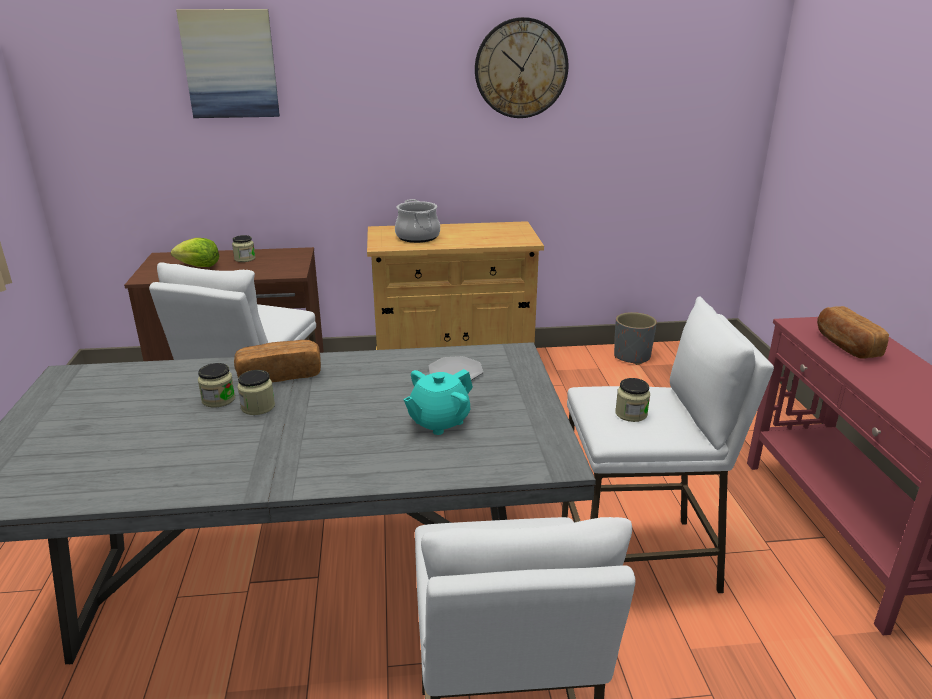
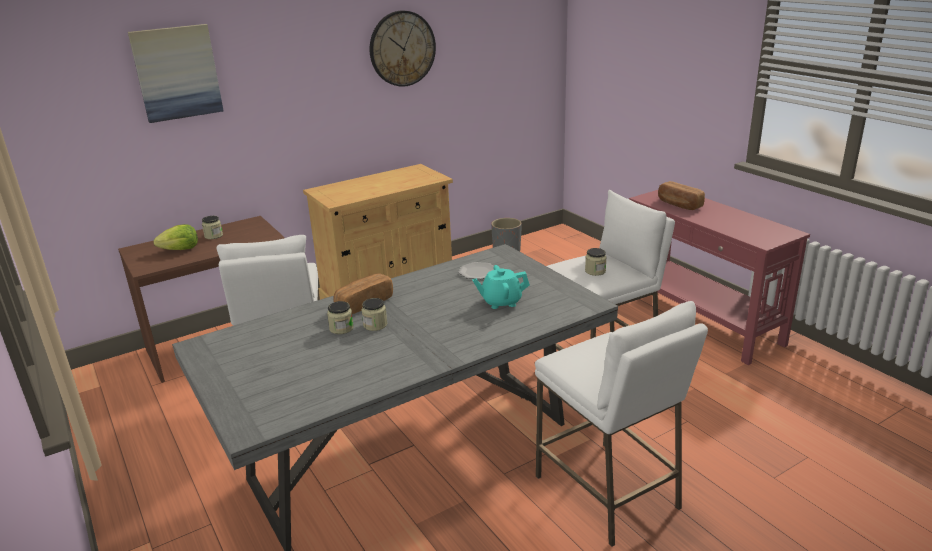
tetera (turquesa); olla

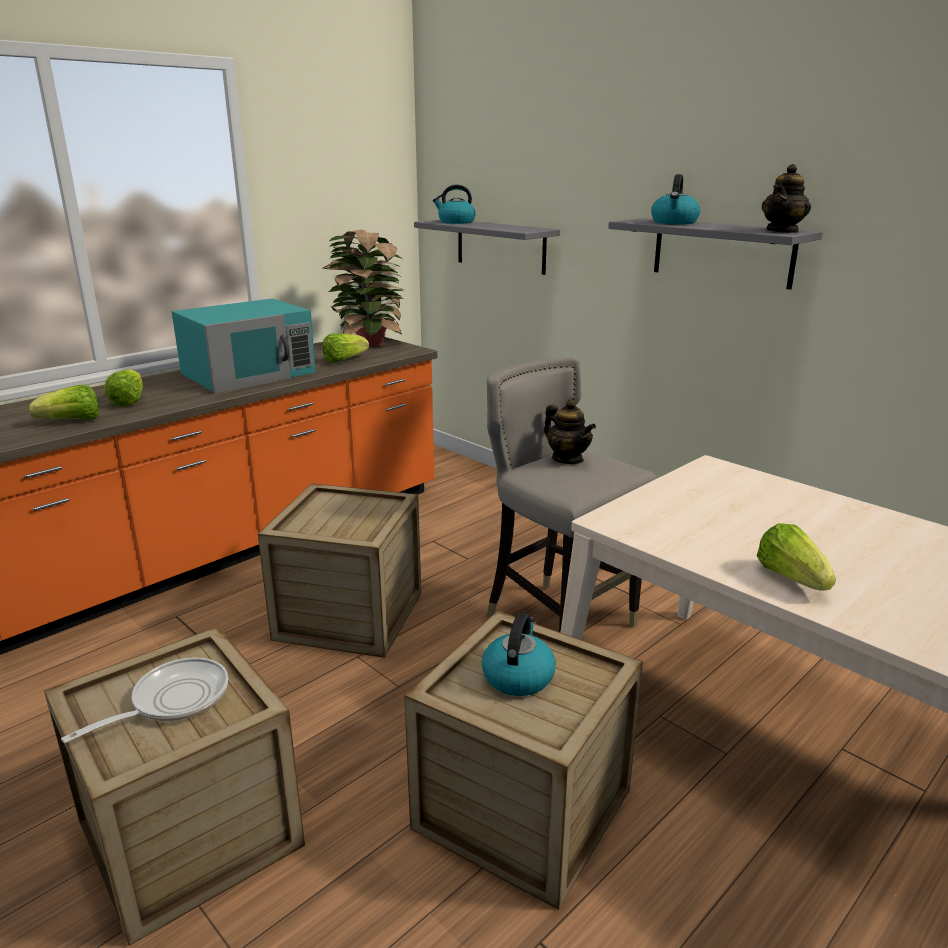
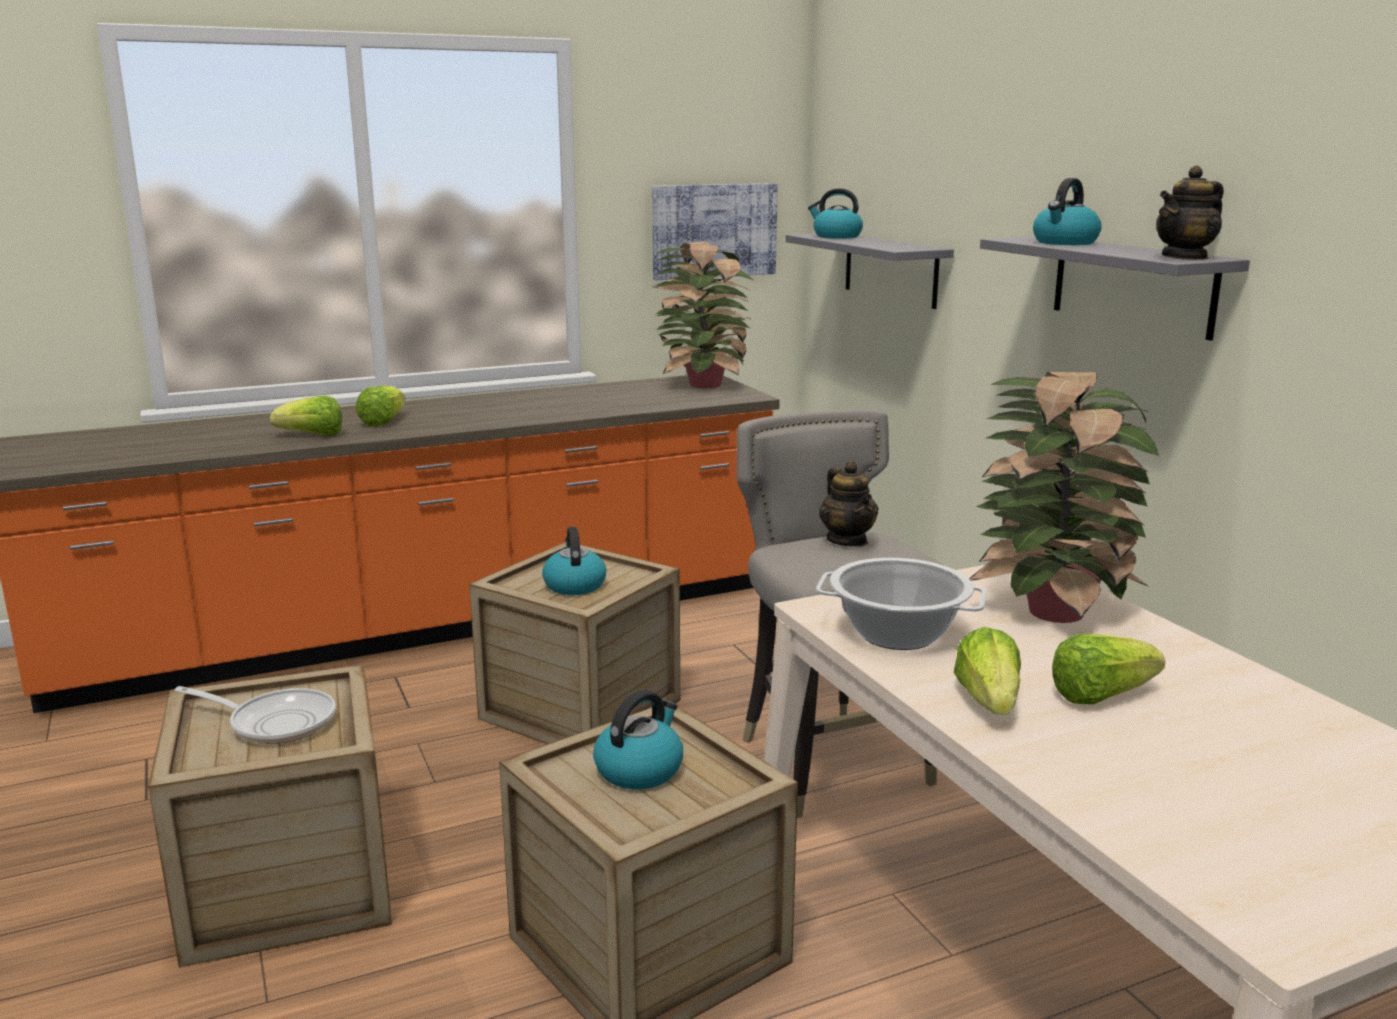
sartén; hervidor (1st from left); cuadro; olla; planta en maceta (2nd from left); lechuga (4th from left); microondas (turquesa)

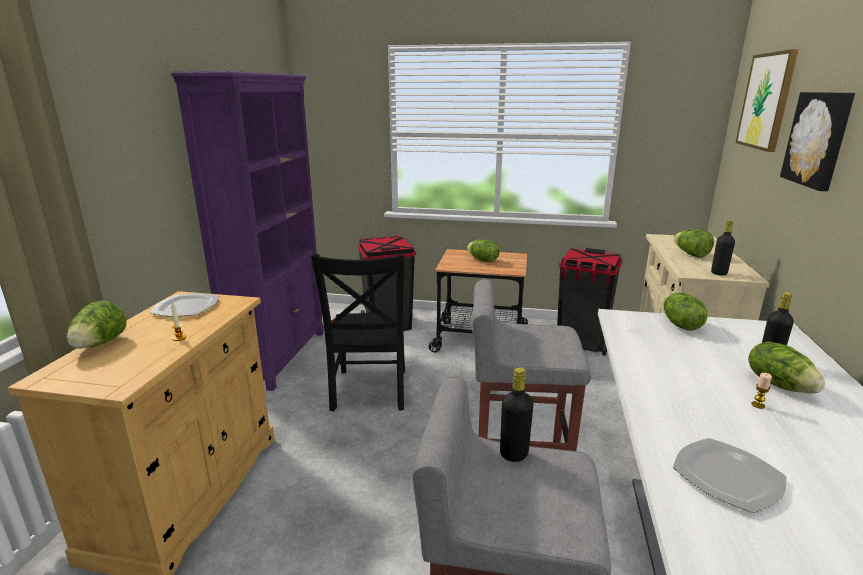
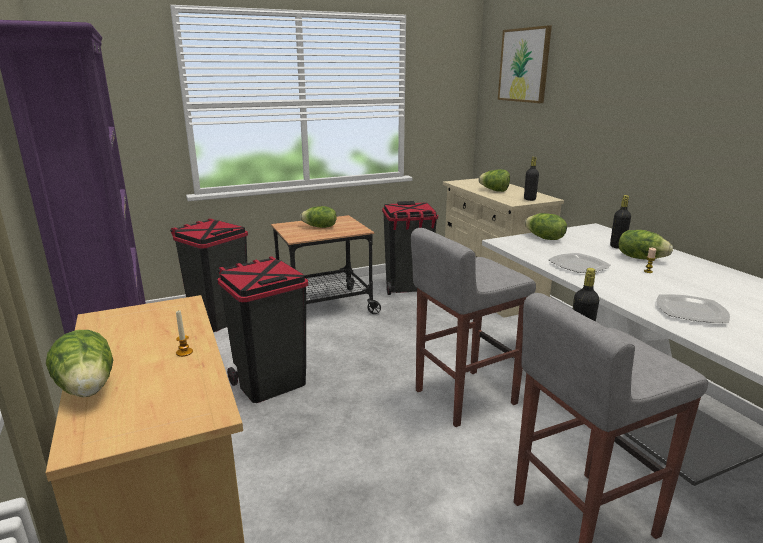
papelera (negro) (2nd from left); plato (1st from left); cuadro (2nd from left in the first image)

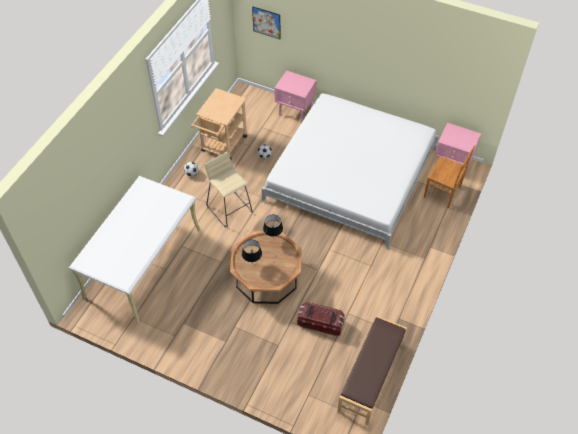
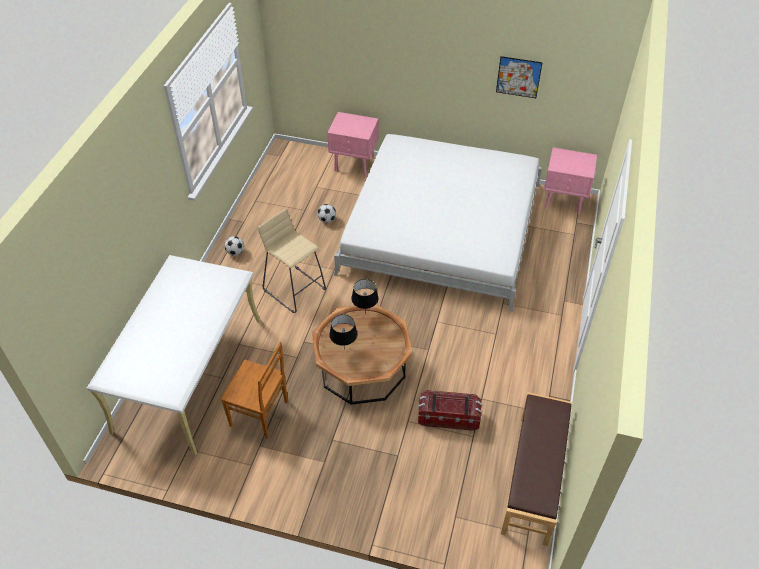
silla (marrón); cuadro; carrito (beis)

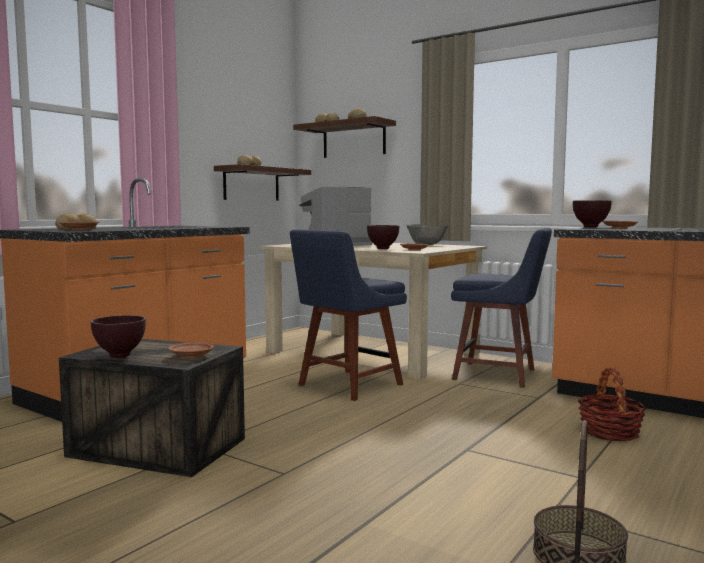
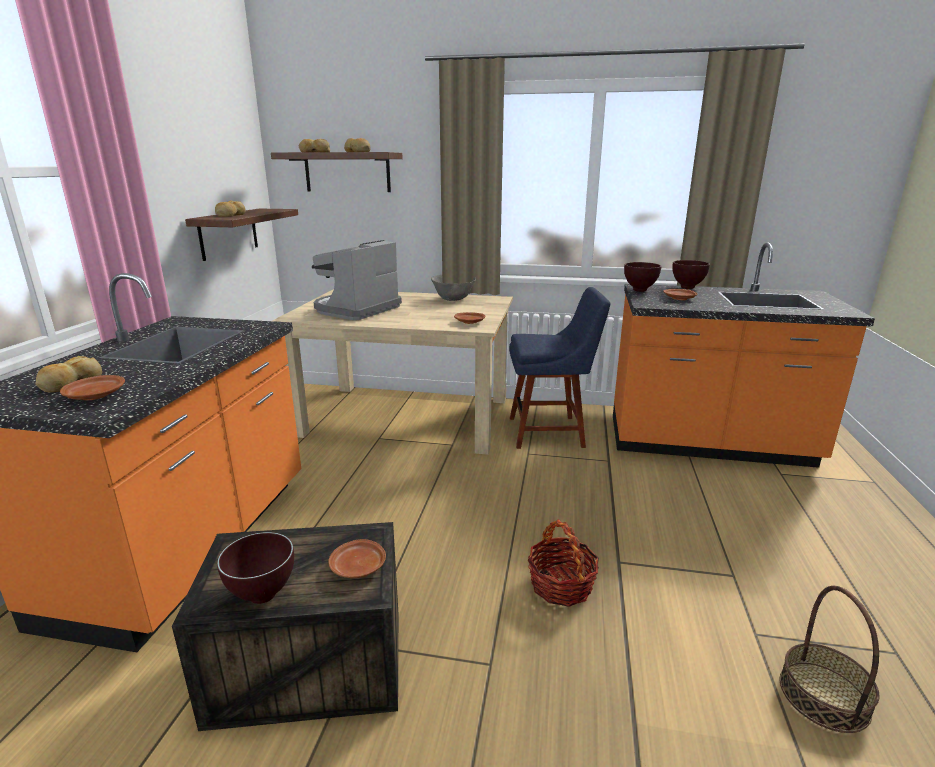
cesta (1st from left); cuenco (marrón) (3rd from left); silla (azul) (1st from left in the first image)

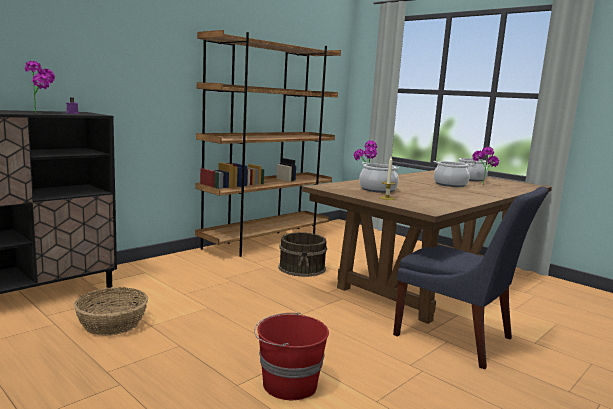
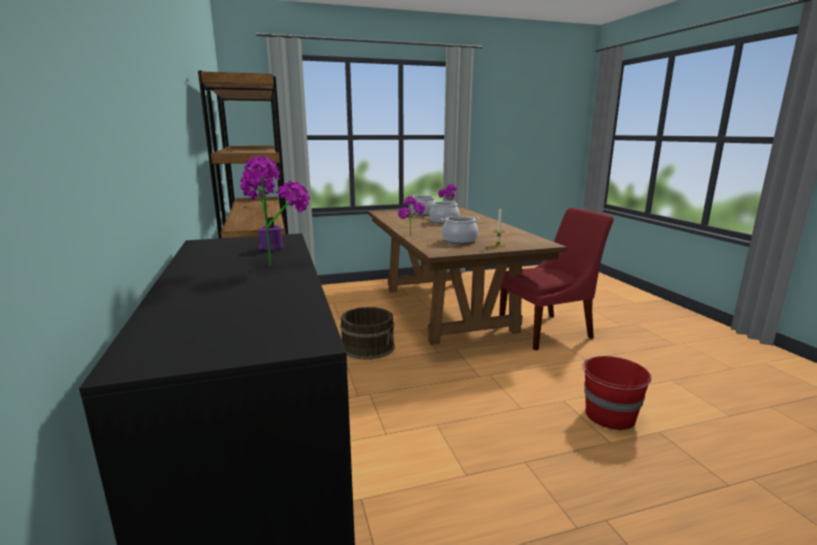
silla (rojo); cesta

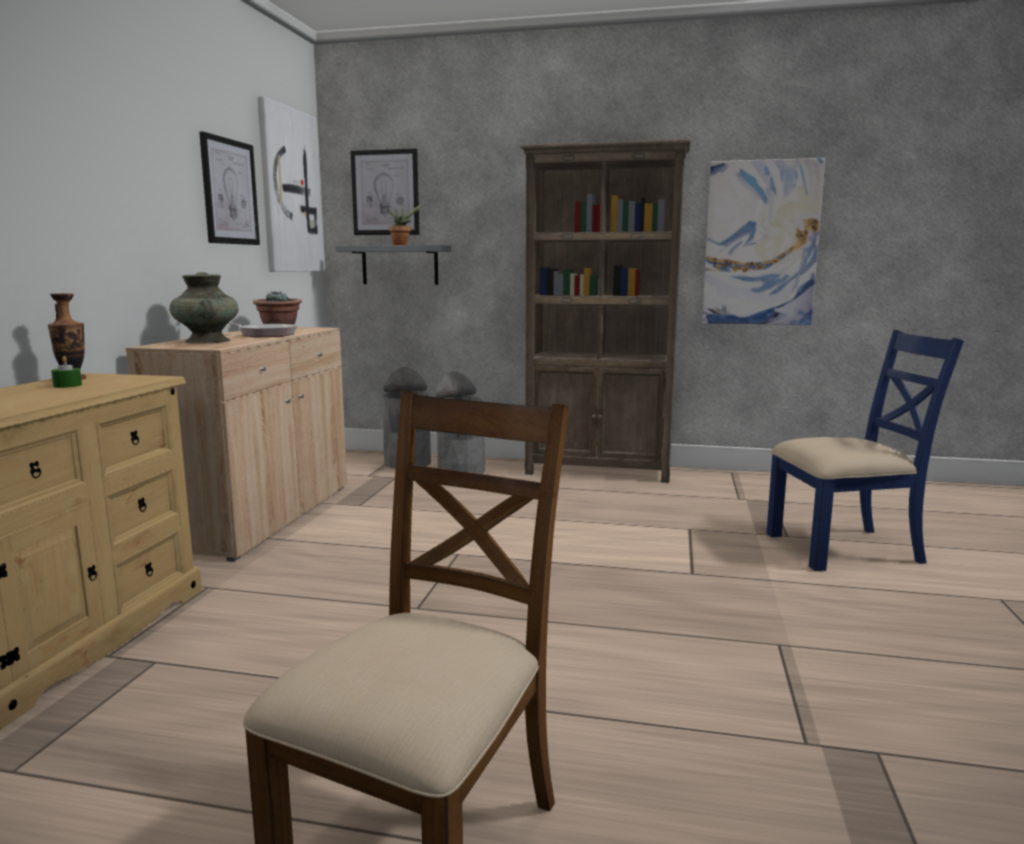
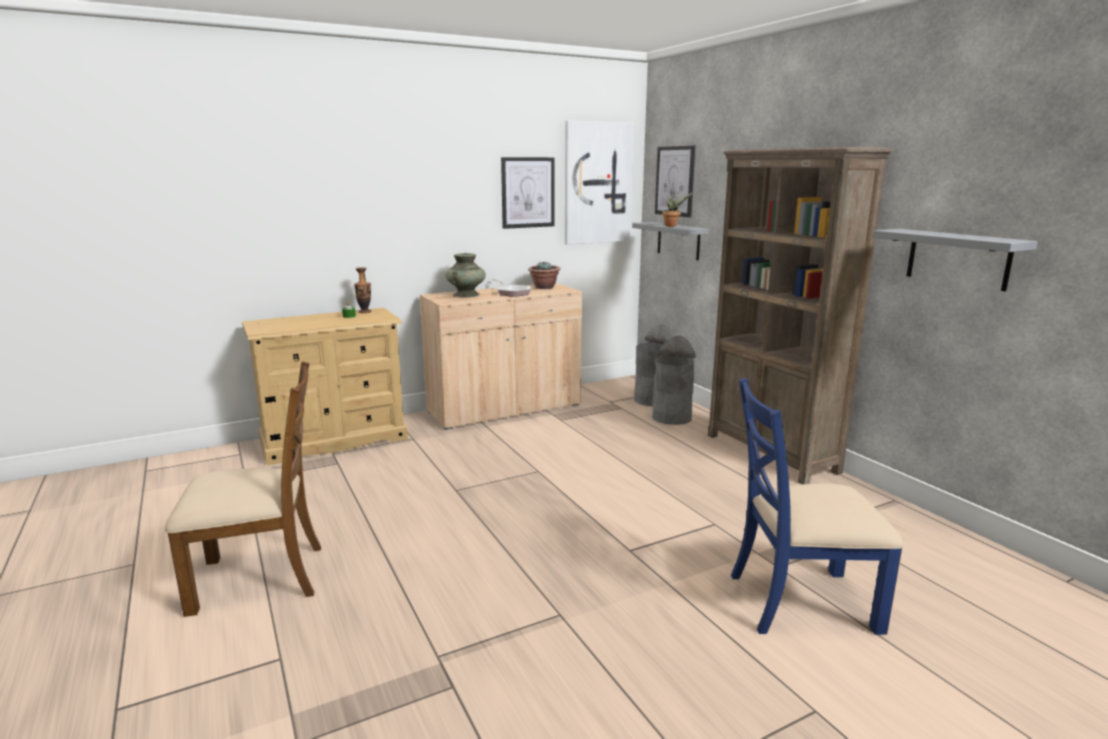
silla (azul); estante (gris) (2nd from left)

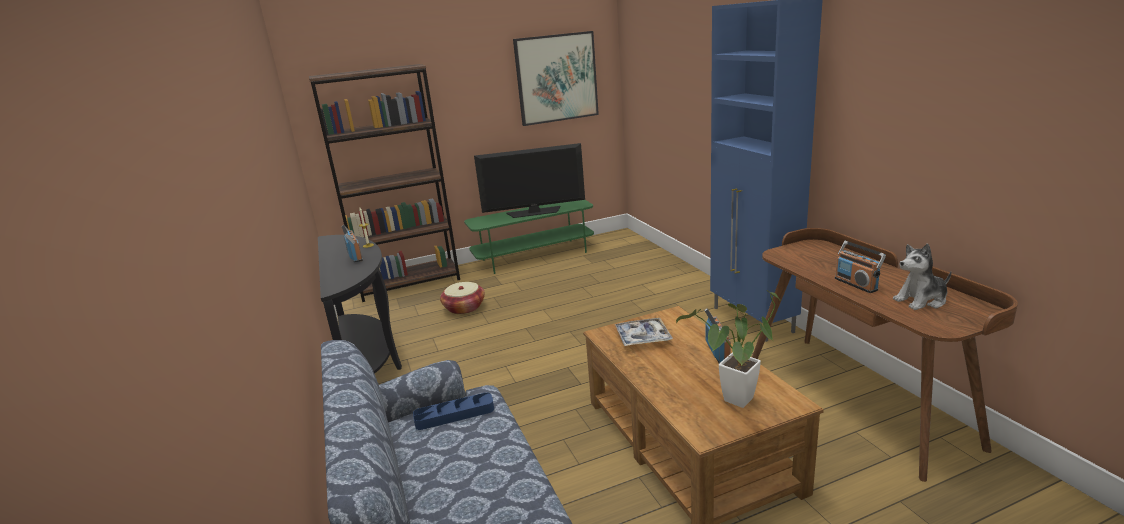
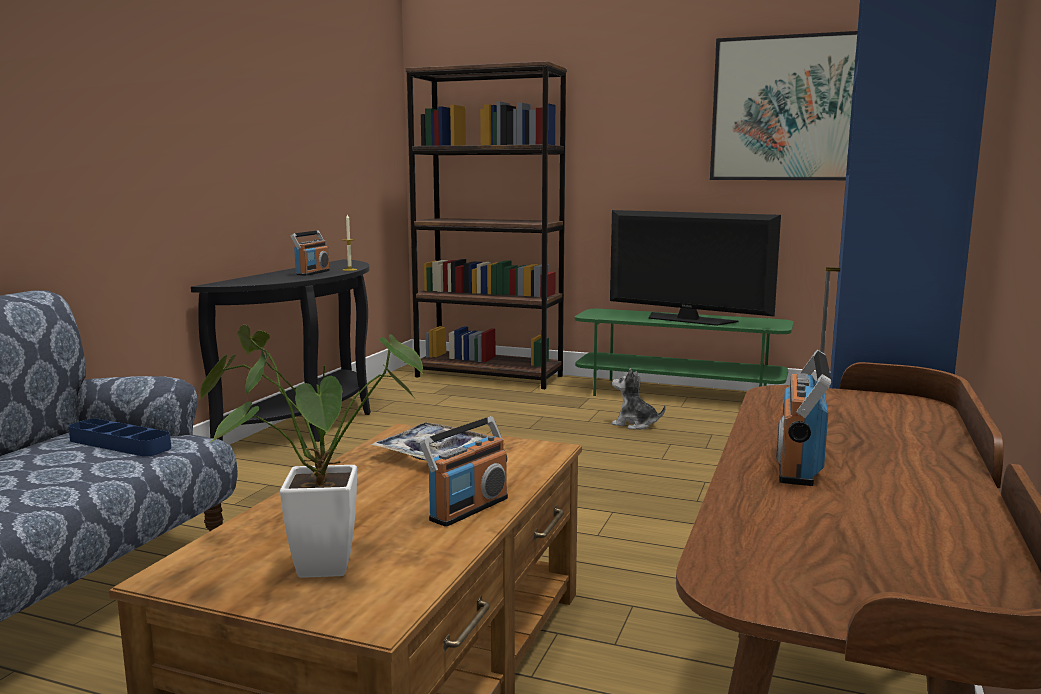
peluche; cesta

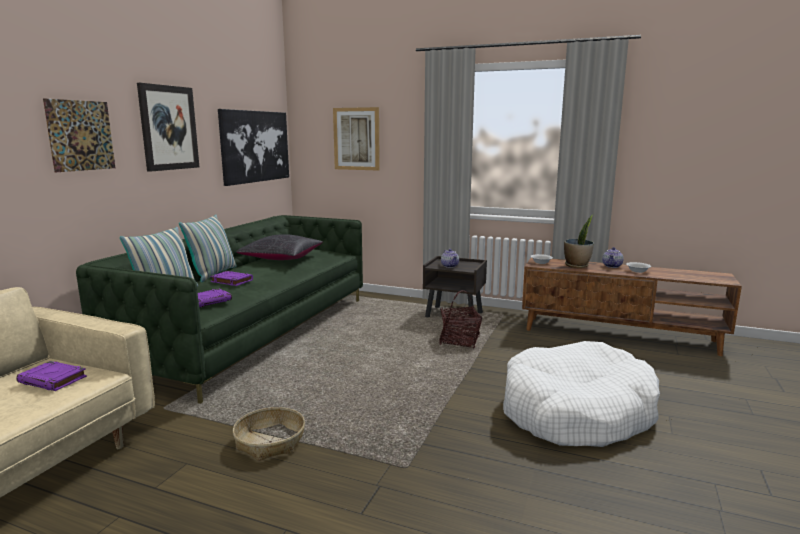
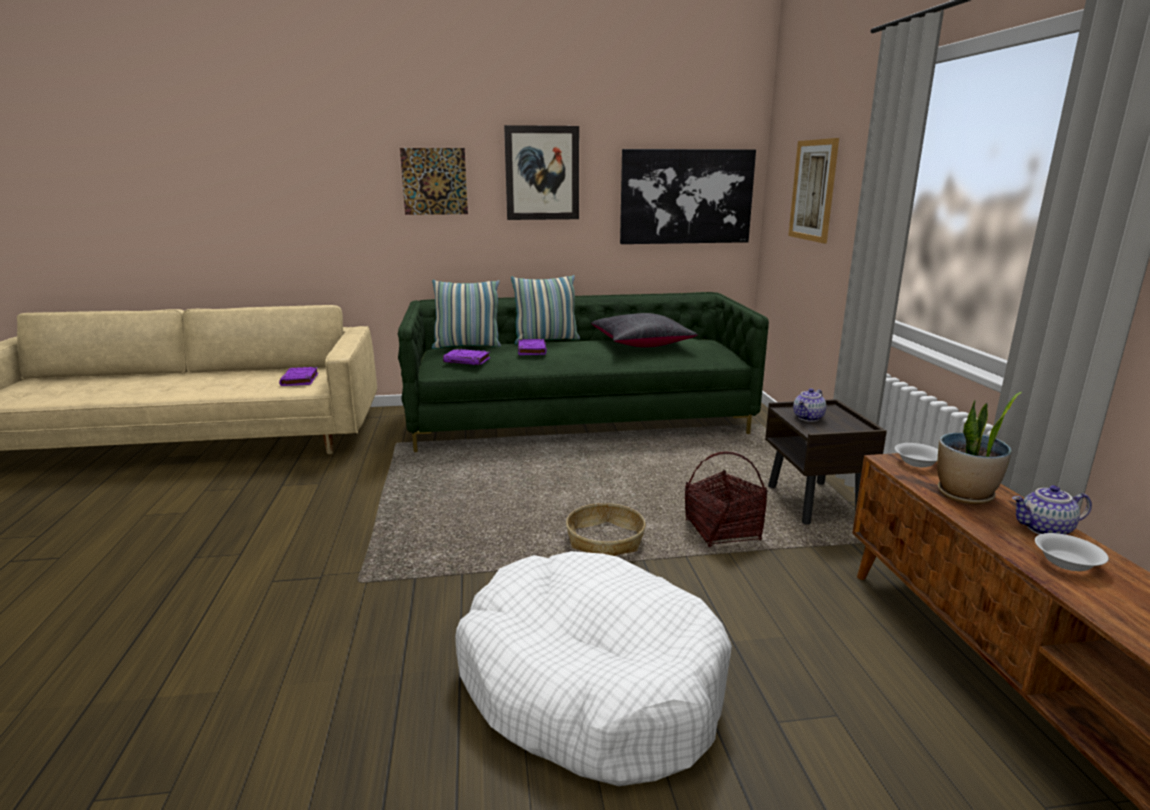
cesta (1st from left)

